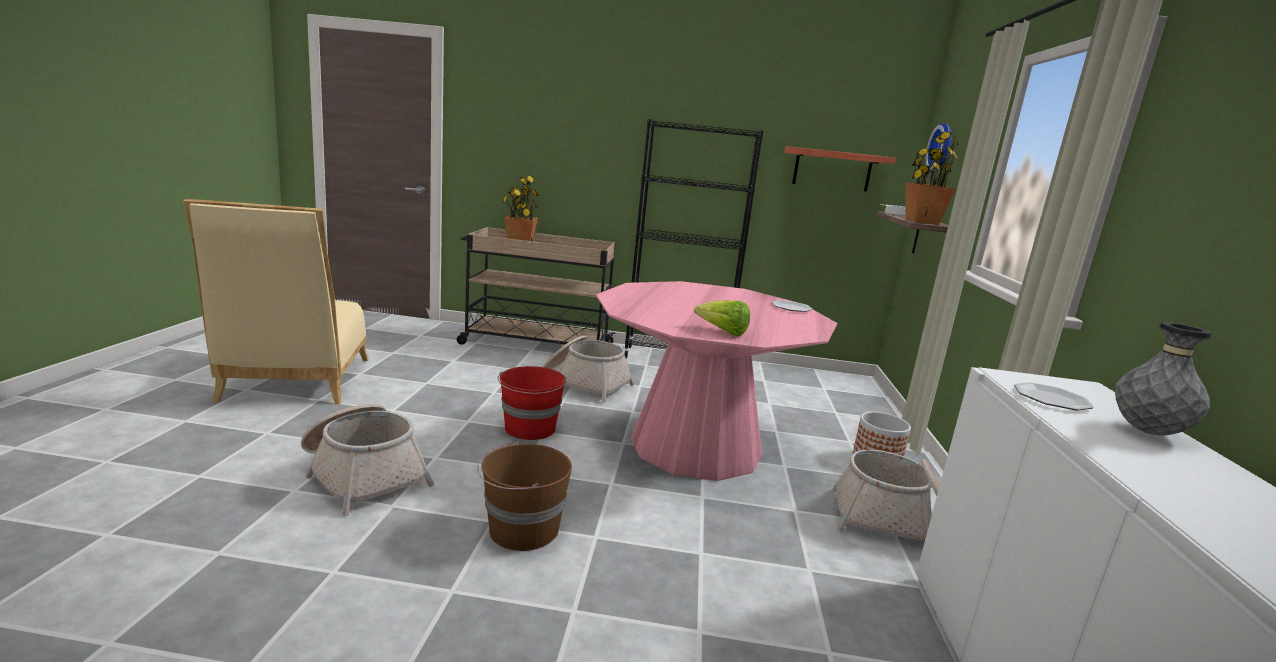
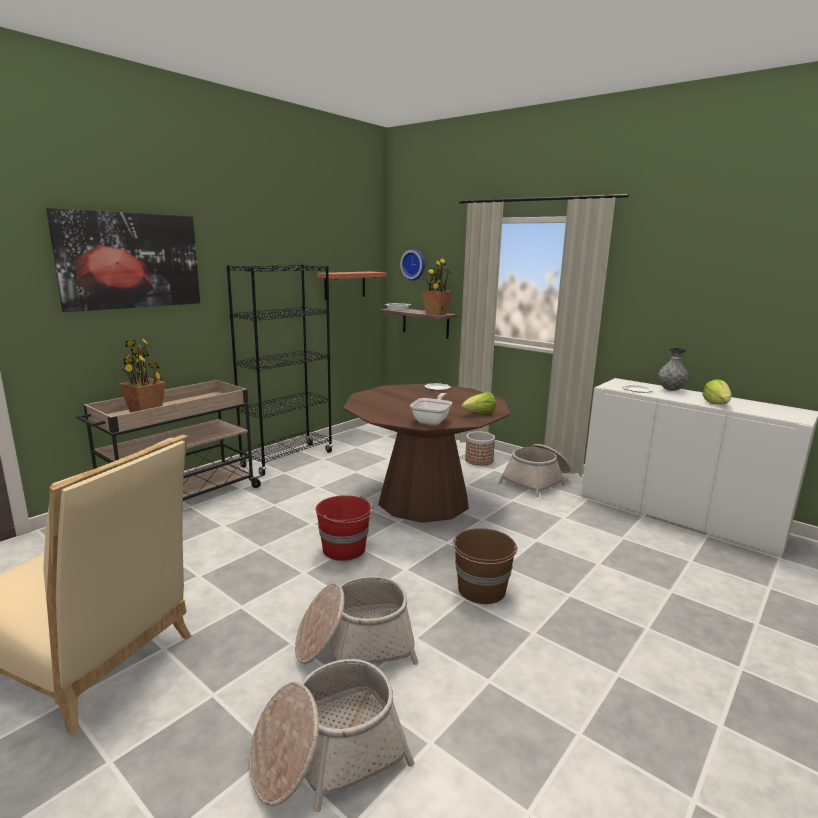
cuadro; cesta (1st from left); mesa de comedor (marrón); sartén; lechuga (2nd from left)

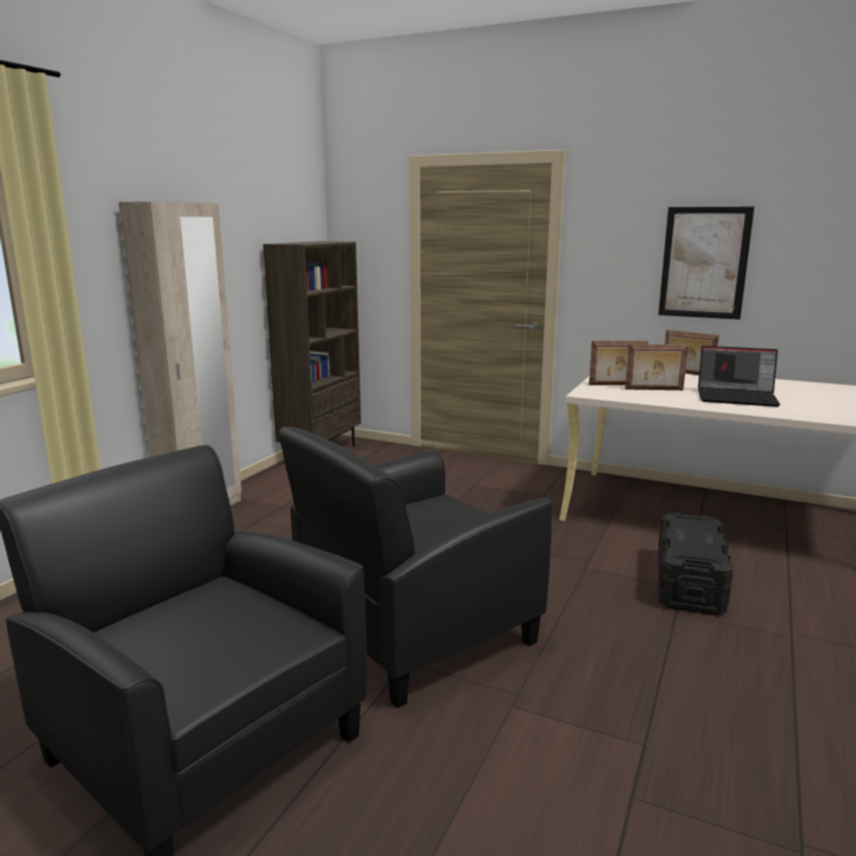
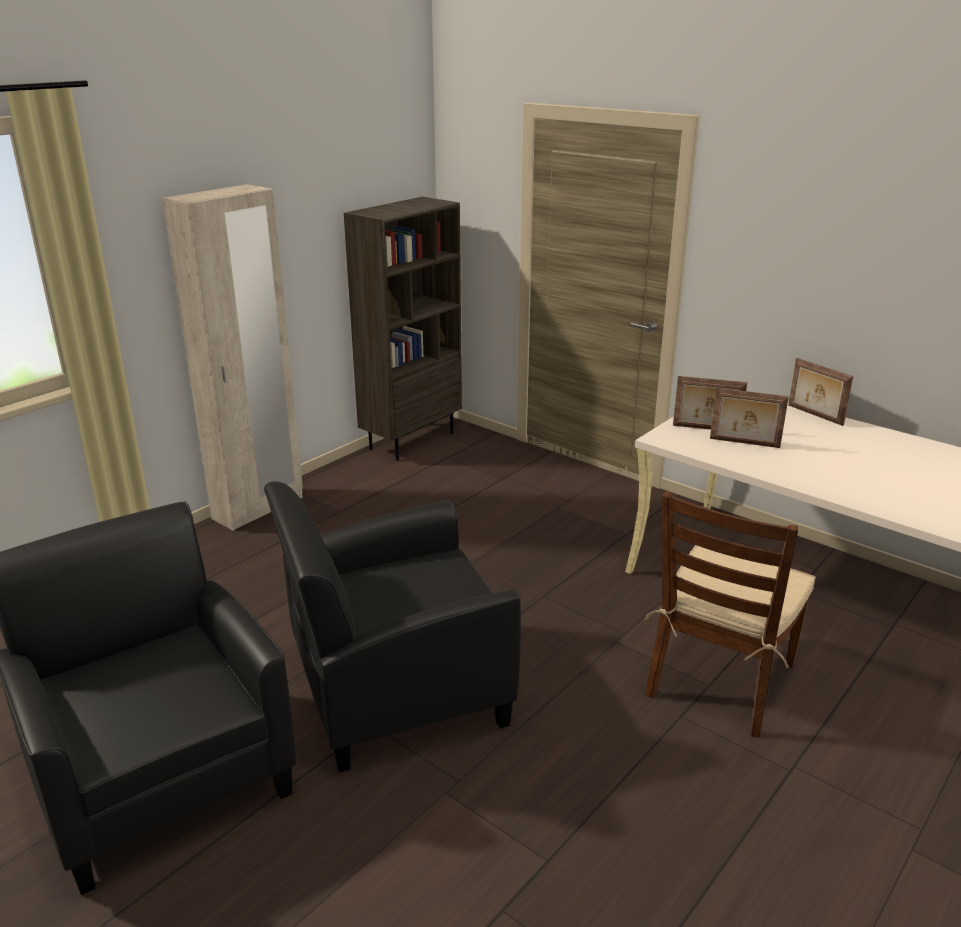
silla (marrón); cuadro; portátil

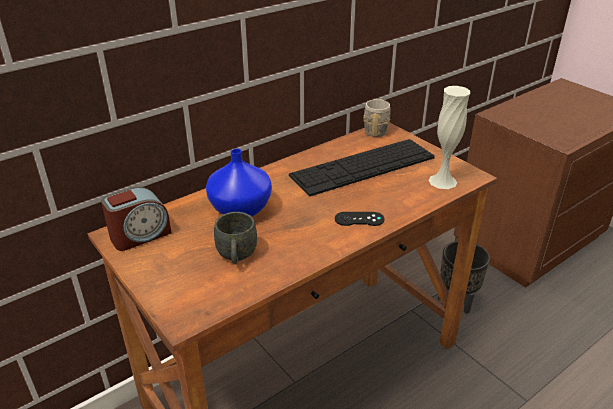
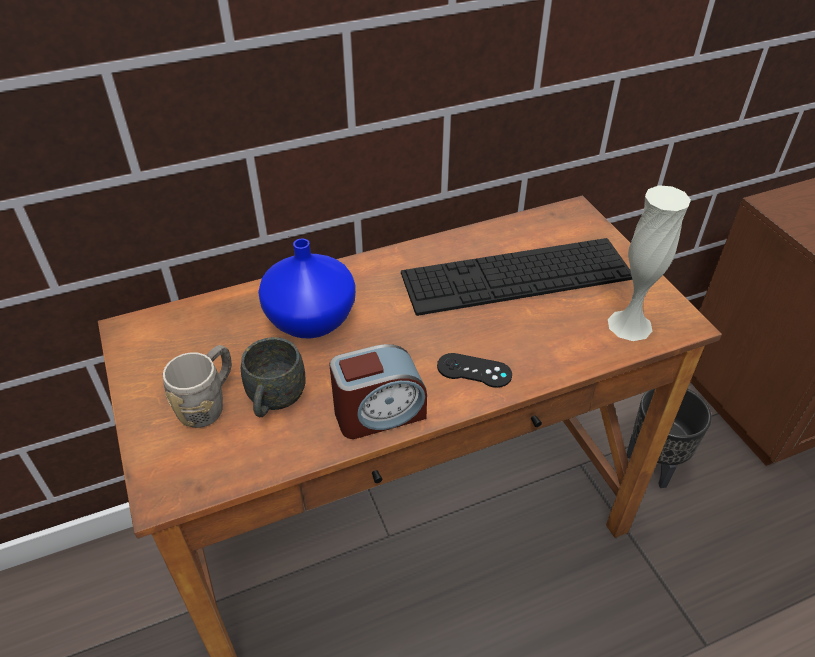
taza grande (gris) (1st from left); despertador

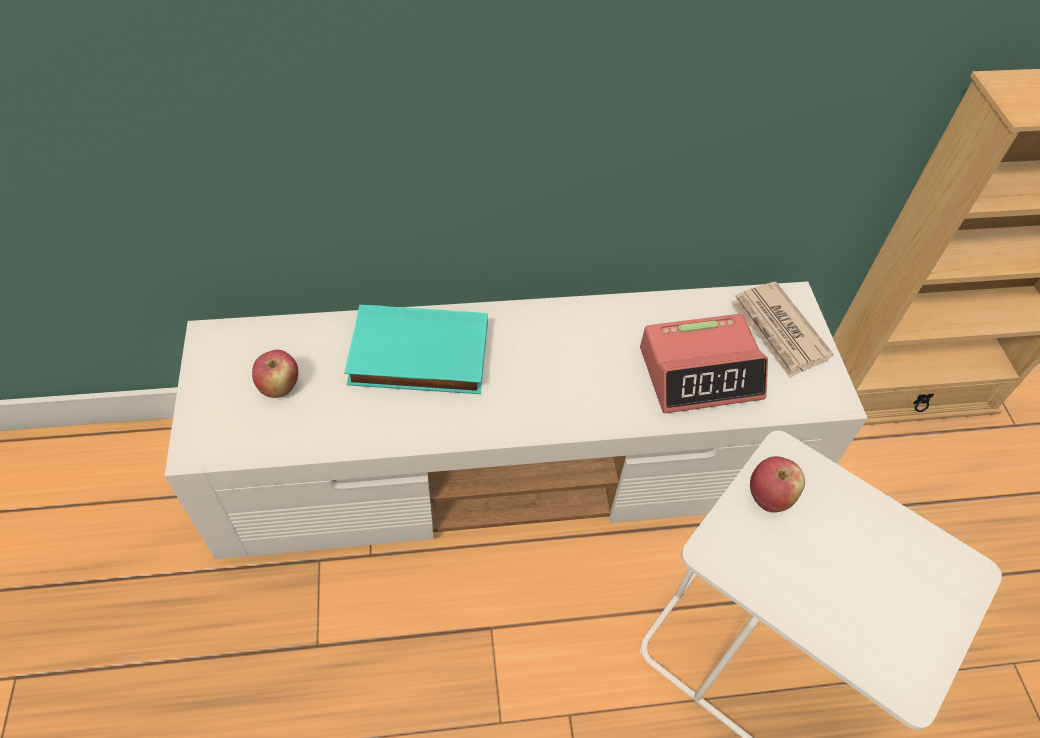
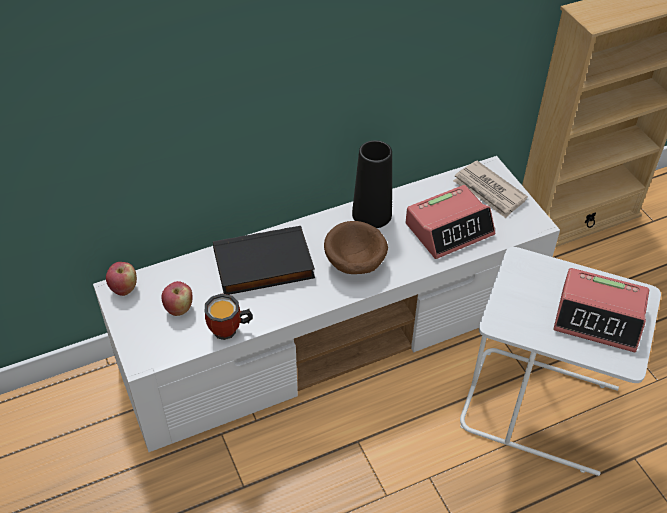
manzana (1st from left); taza grande; libro (negro); cuenco (marrón); florero (negro); despertador (2nd from left)

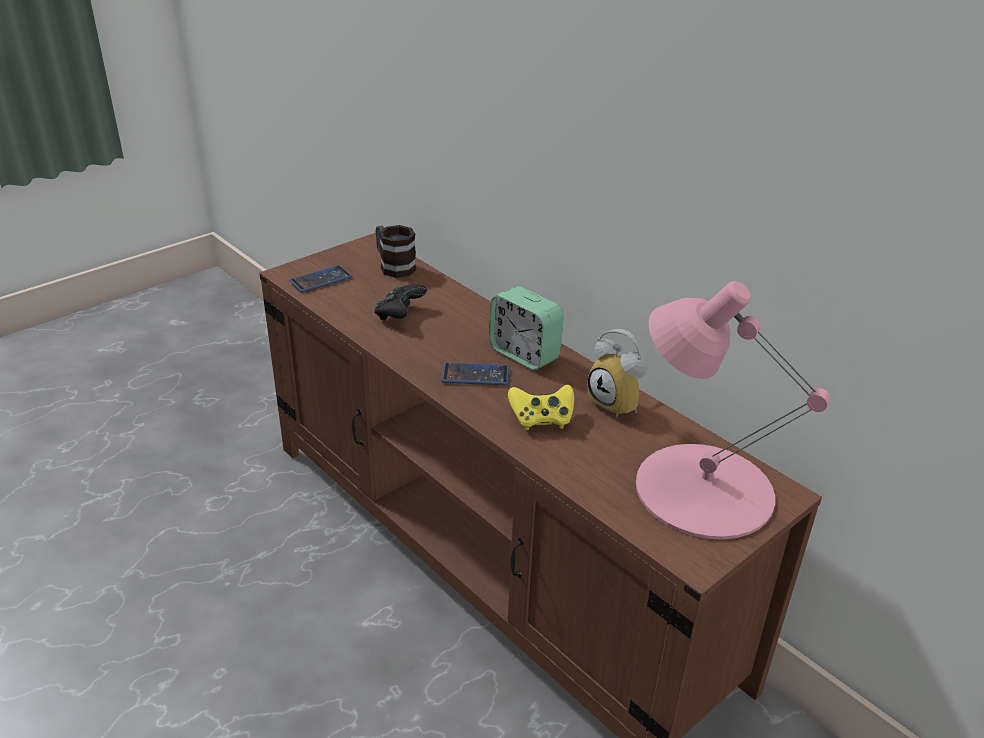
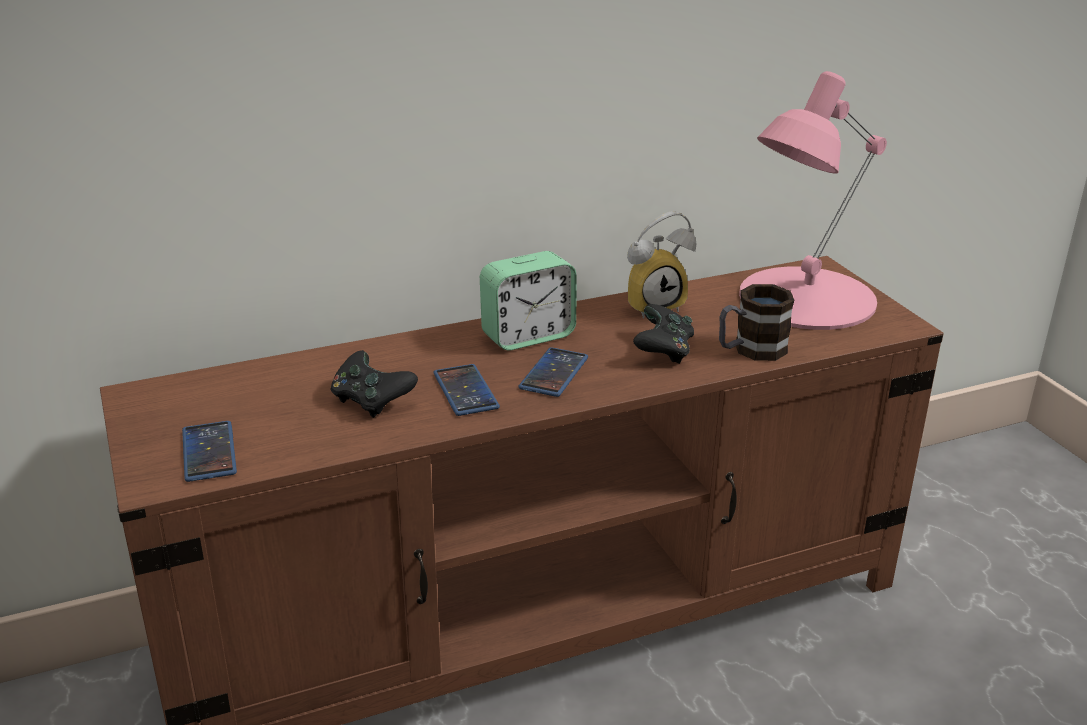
móvil (2nd from left); mando de consola (negro) (2nd from left); taza grande

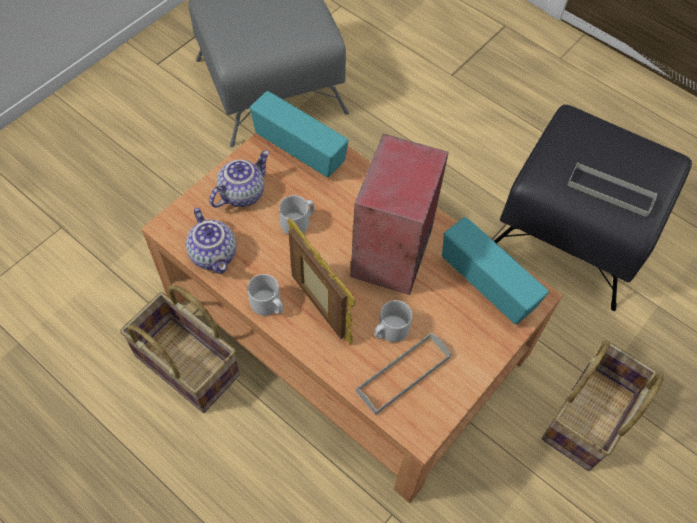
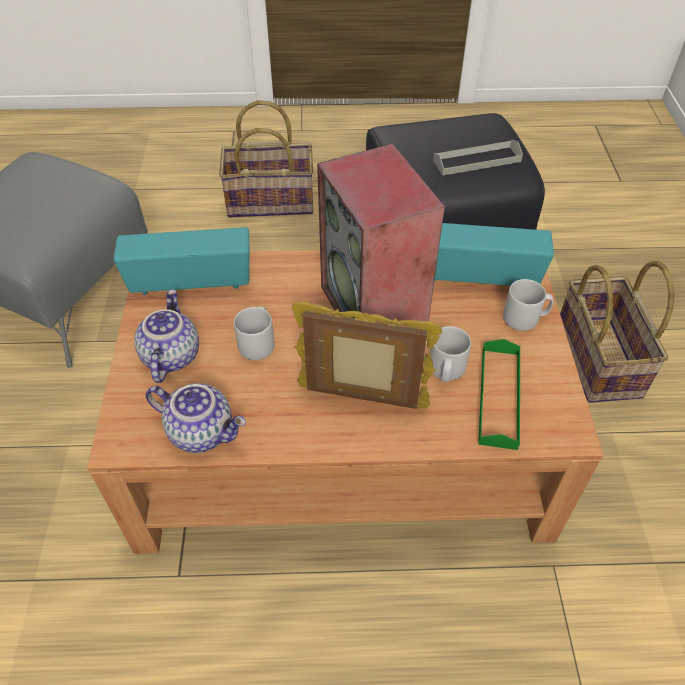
cesta (1st from left); bandeja (verde); taza grande (gris) (3rd from left)

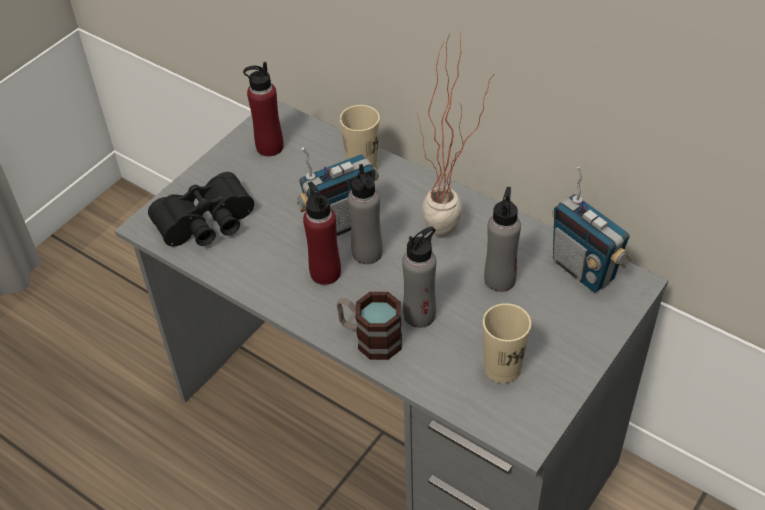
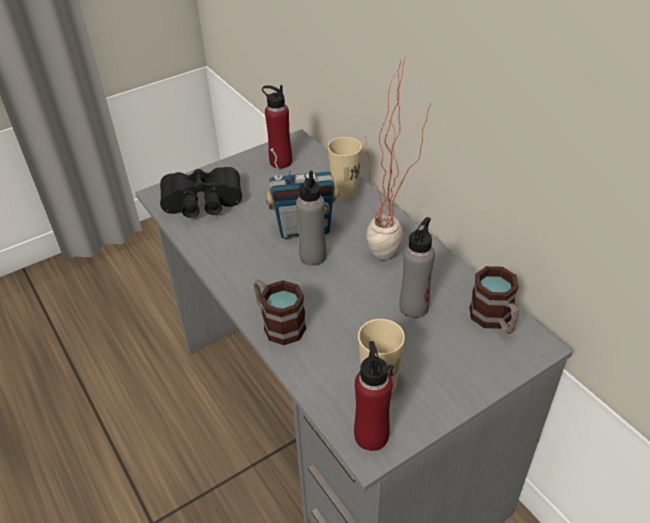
botella (rojo) (2nd from left); taza grande (2nd from left); botella (gris) (2nd from left in the first image)

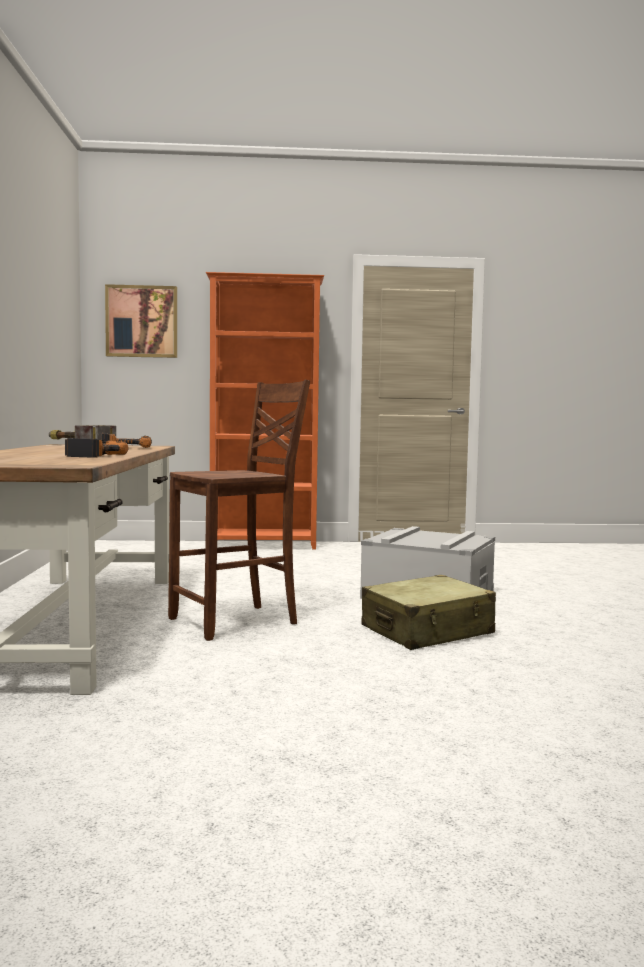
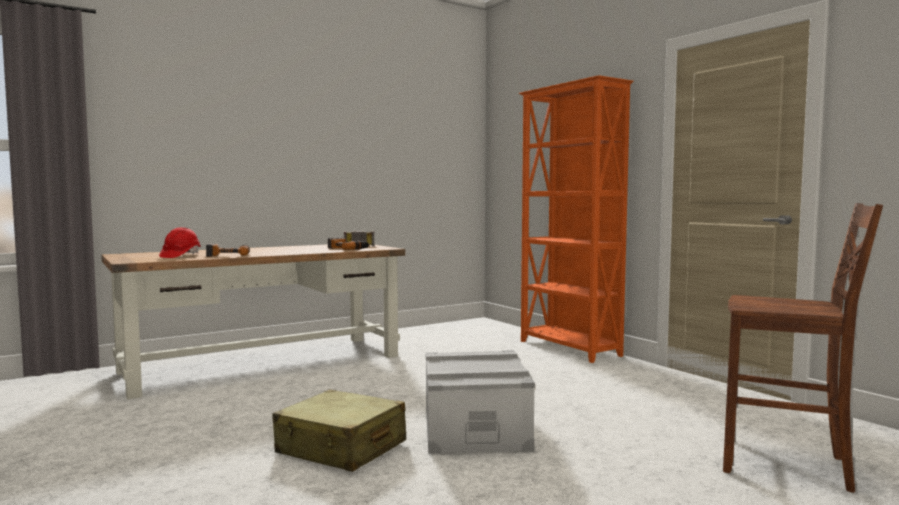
casco (rojo); silla (marrón); cuadro

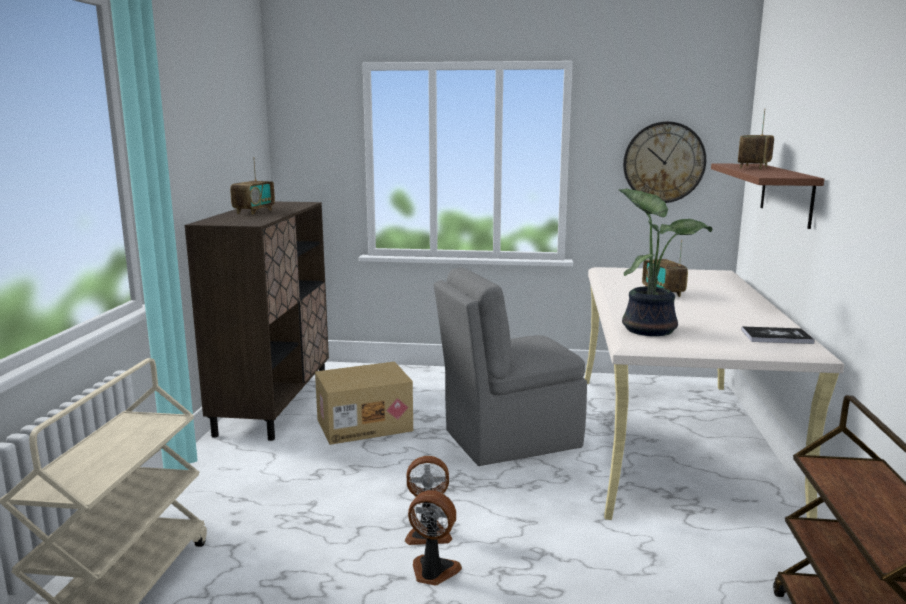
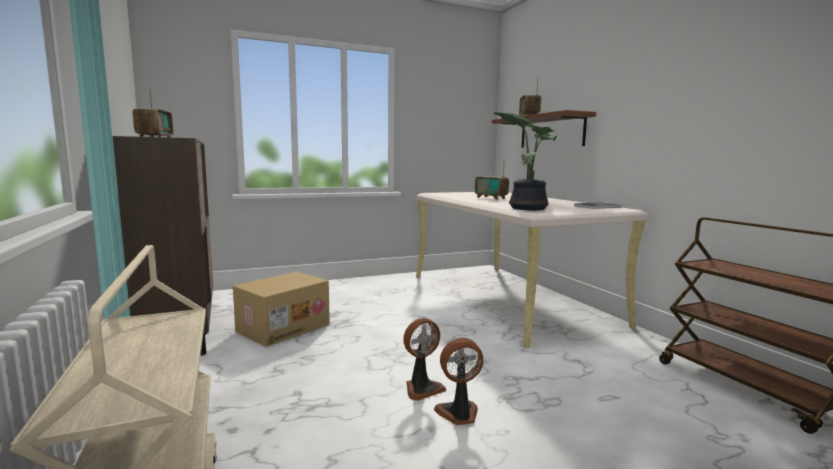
silla (gris); reloj de pared

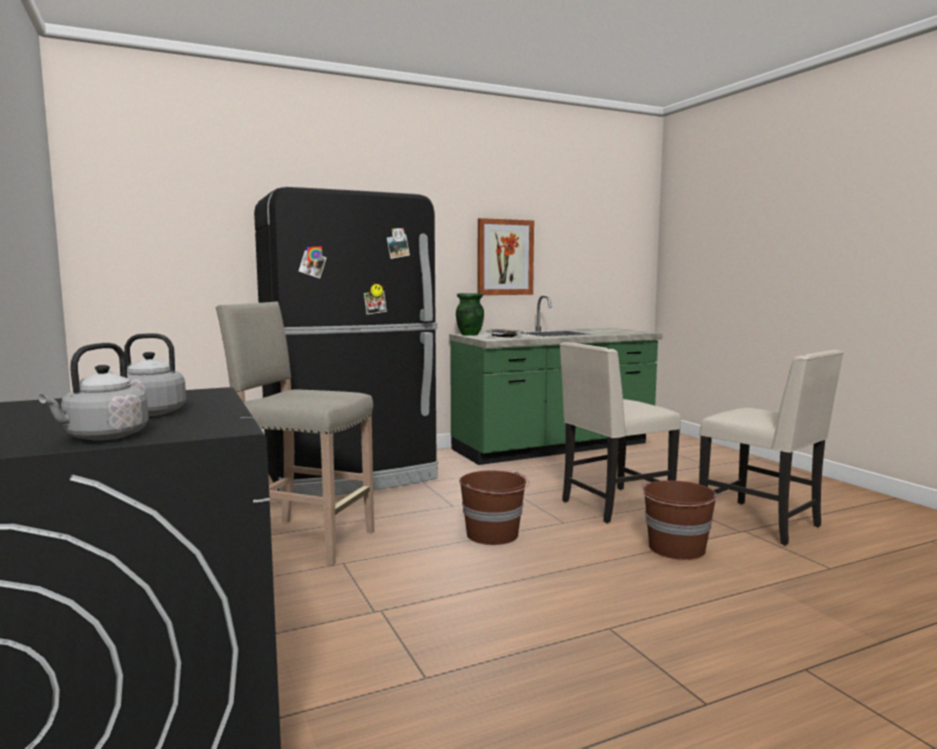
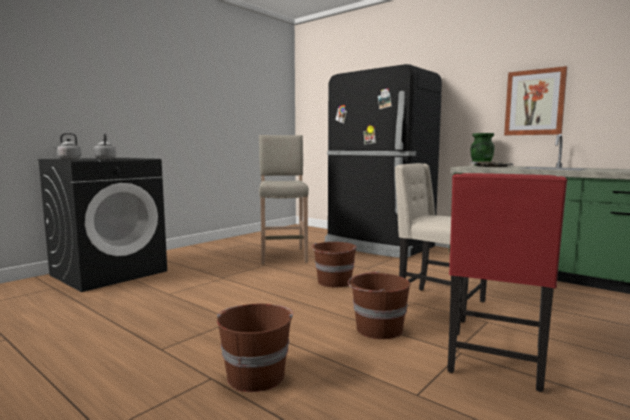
cubo (marrón) (1st from left); silla (rojo)

